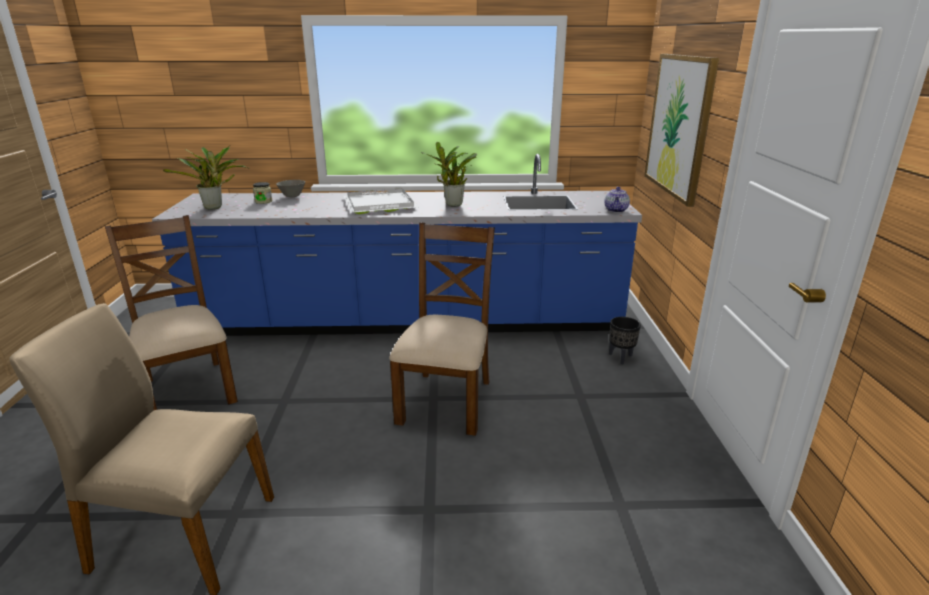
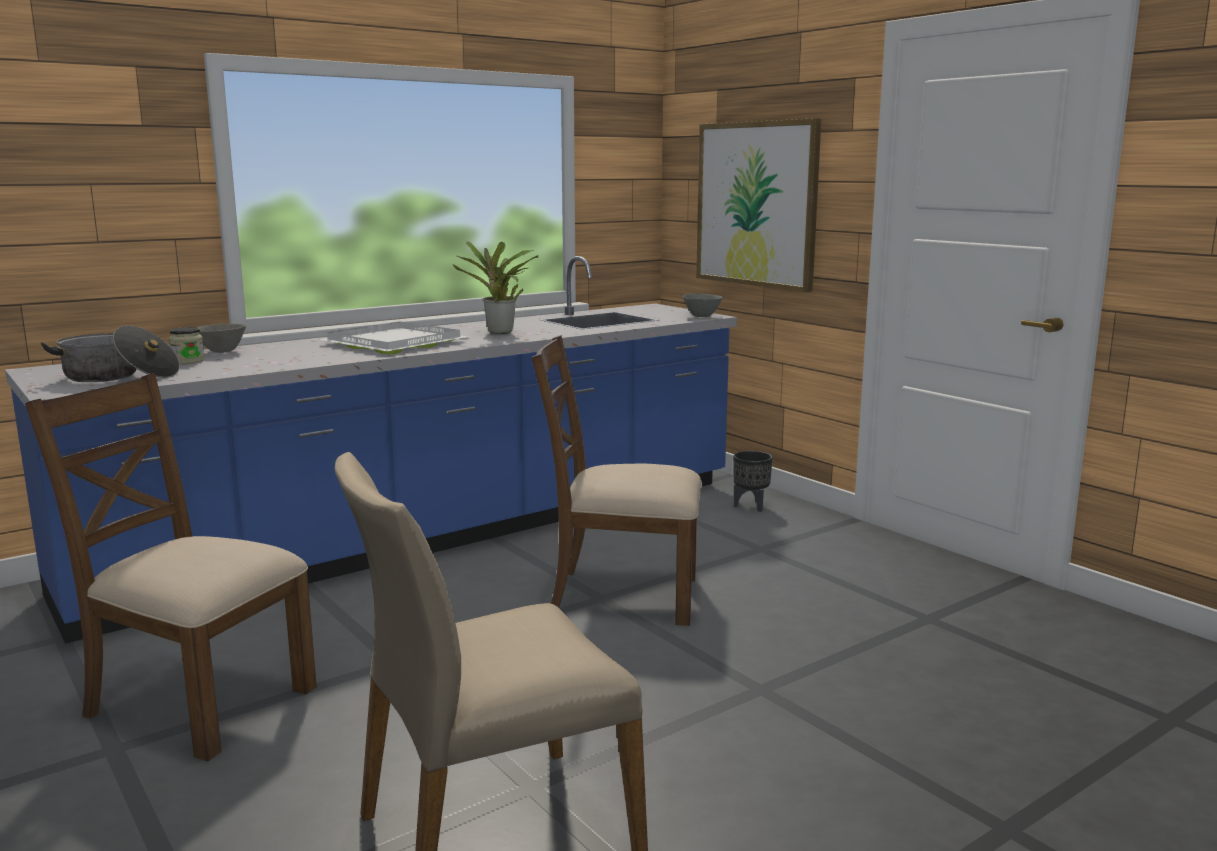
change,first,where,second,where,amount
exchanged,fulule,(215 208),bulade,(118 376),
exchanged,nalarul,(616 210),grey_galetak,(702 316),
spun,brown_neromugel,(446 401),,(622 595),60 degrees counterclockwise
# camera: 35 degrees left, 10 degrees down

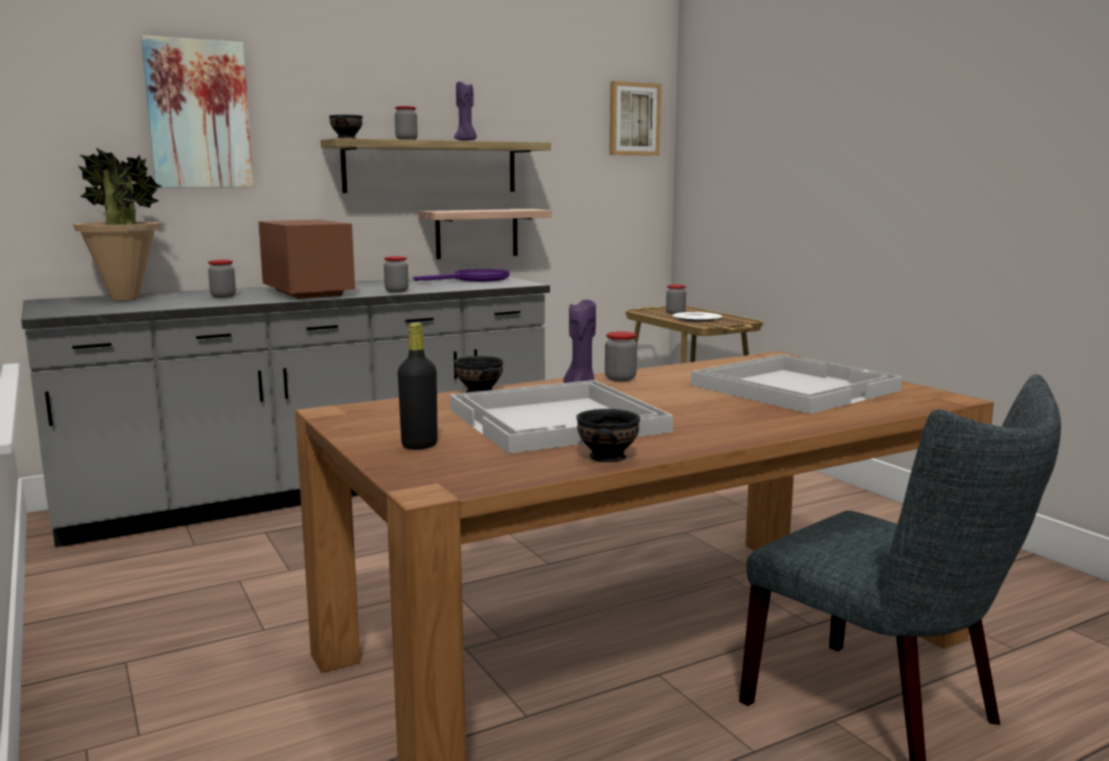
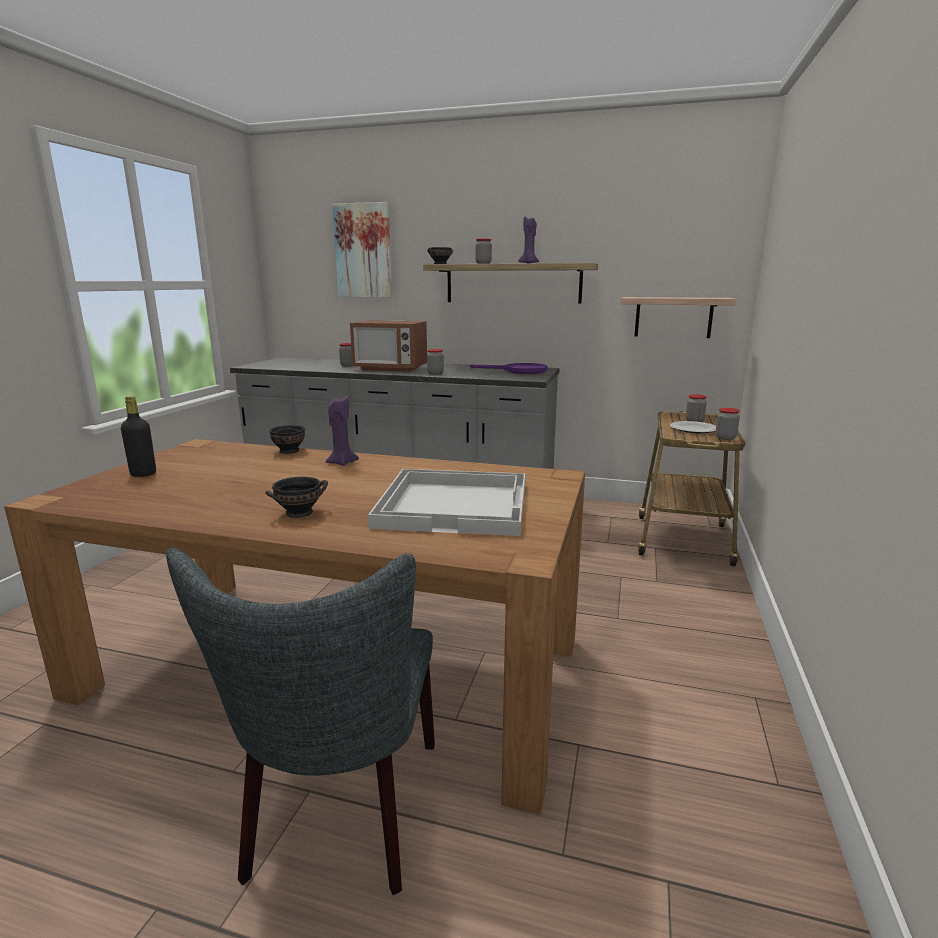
change,first,where,second,where,amount
missing,fulule,(126 298),,,
missing,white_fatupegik,(558 420),,,
missing,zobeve,(633 119),,,
relocated,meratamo,(477 233),,(673 317),
relocated,black_galetak,(608 457),,(300 513),
relocated,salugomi,(620 378),,(725 438),
spun,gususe,(308 293),,(390 369),90 degrees clockwise
# camera: 45 degrees right, 5 degrees up

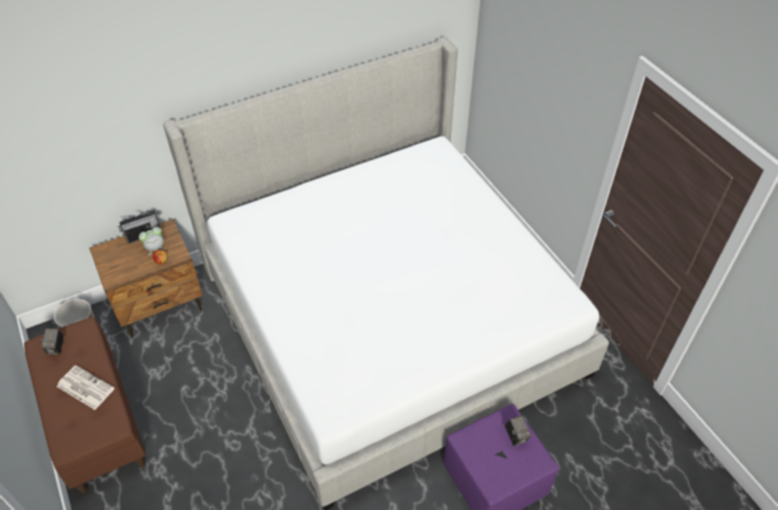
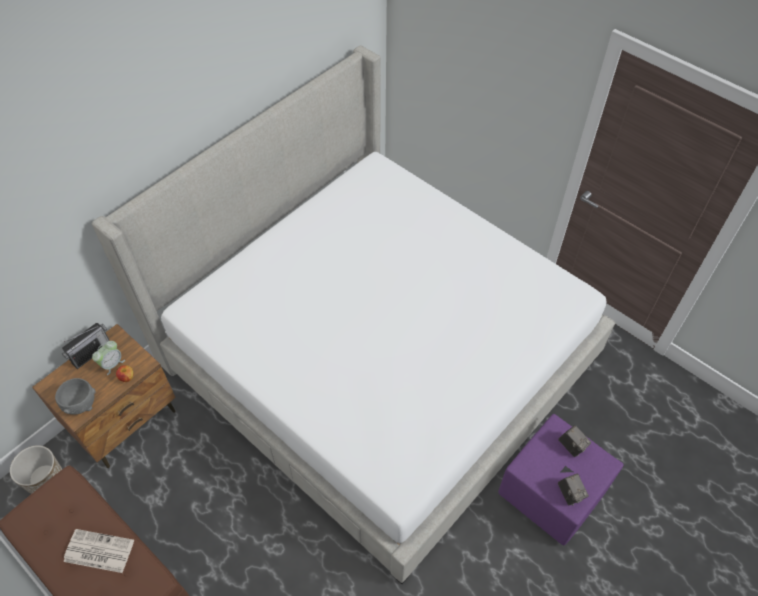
change,first,where,second,where,amount
appeared,,,grey_galetak,(81 405),
relocated,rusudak,(56 347),,(570 494),
# camera: 20 degrees left, 5 degrees up

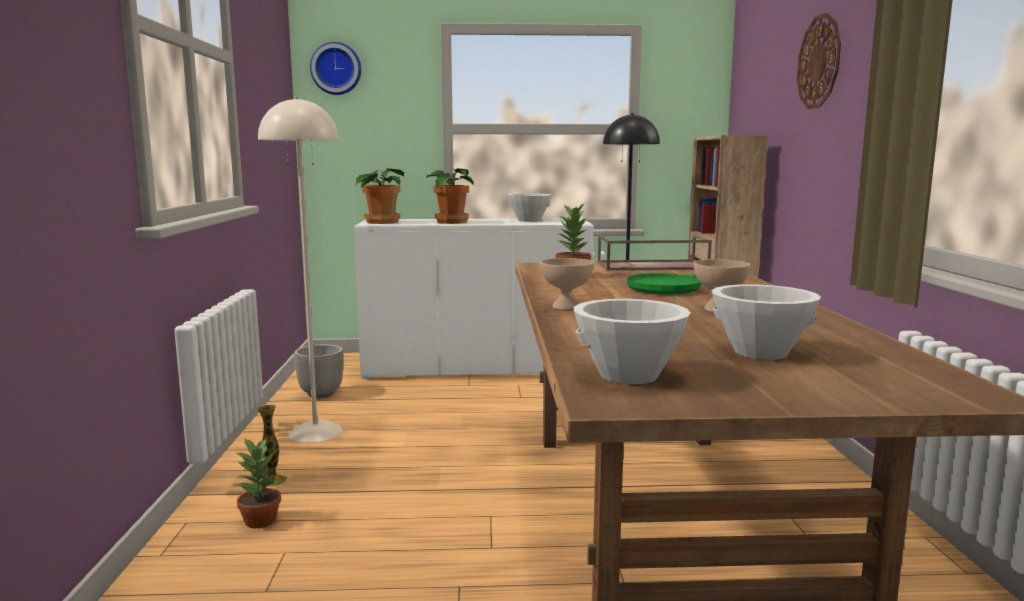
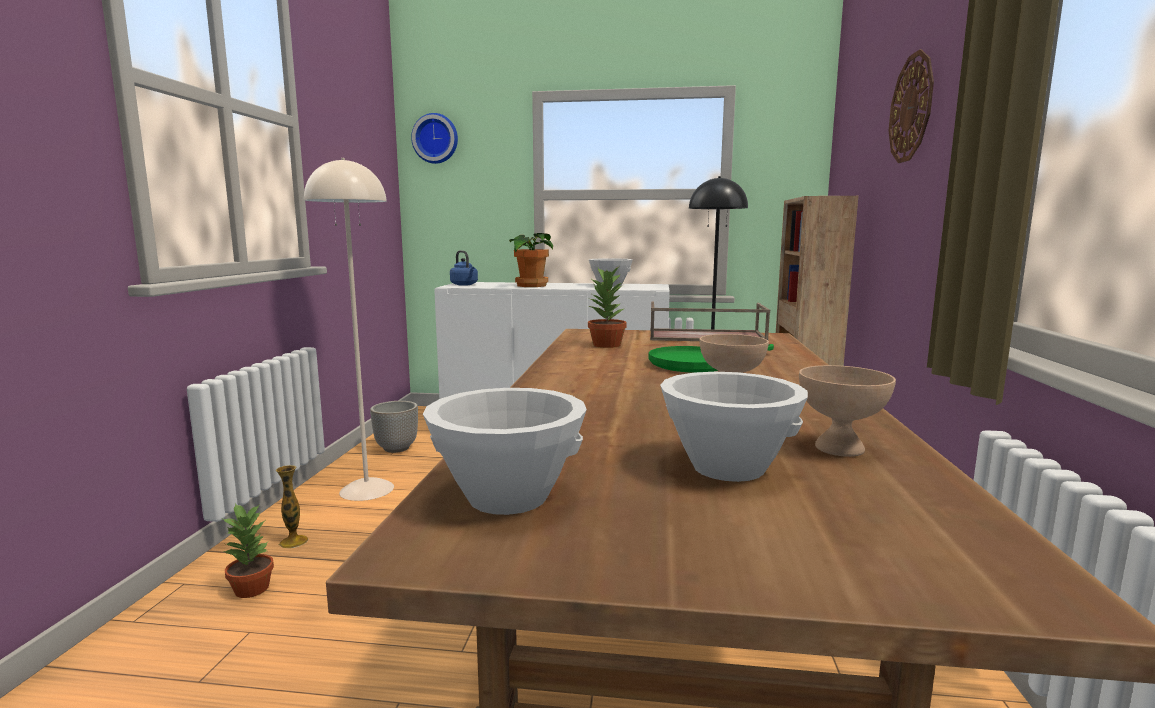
change,first,where,second,where,amount
relocated,beige_galetak,(566 307),,(839 448),
exchanged,fulule,(381 222),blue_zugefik,(465 285),
# camera: 10 degrees right, 0 degrees up

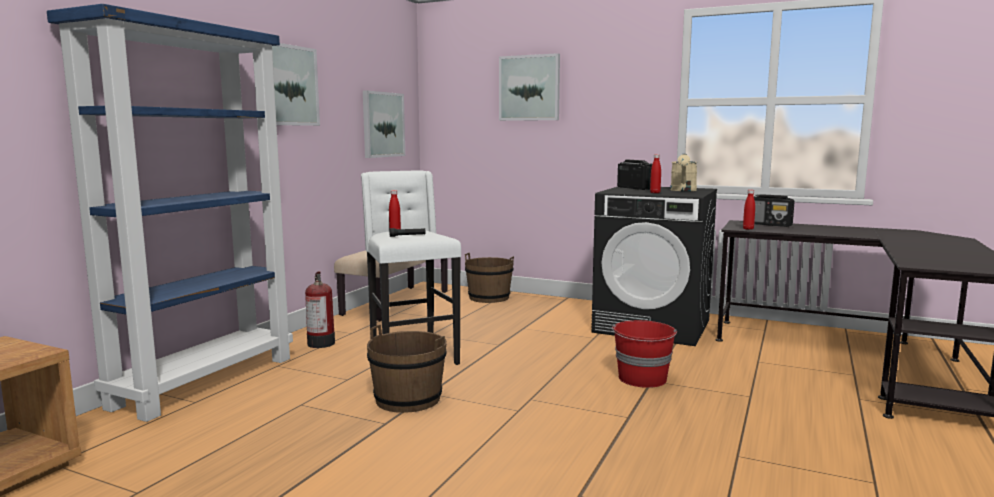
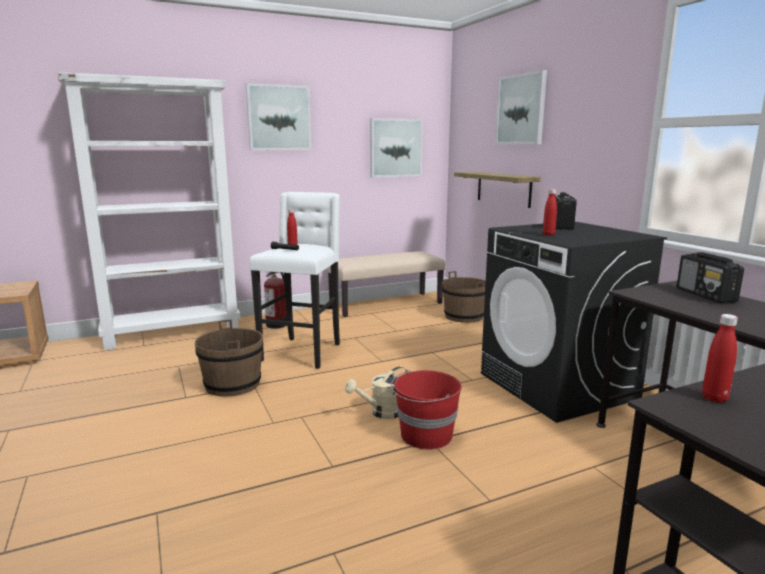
change,first,where,second,where,amount
appeared,,,meratamo,(503 189),
relocated,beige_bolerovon,(683 190),,(382 413),
relocated,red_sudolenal,(748 229),,(714 398),
colour,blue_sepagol,(205 381),white_sepagol,(174 333),
# camera: 40 degrees right, 5 degrees up

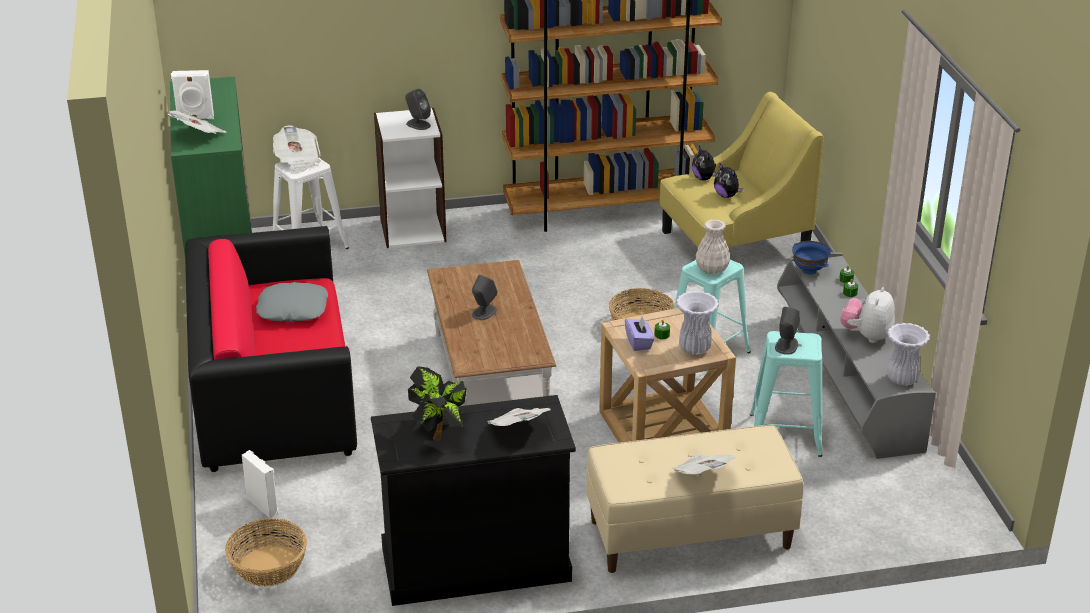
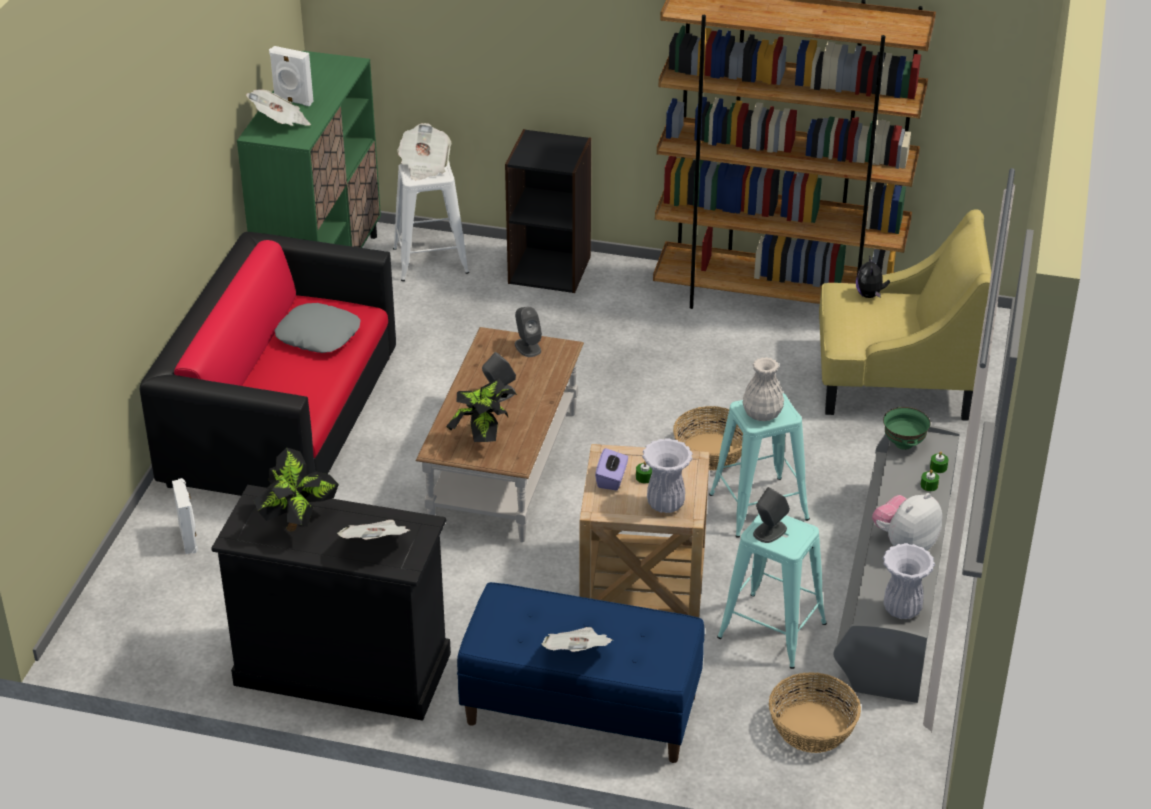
change,first,where,second,where,amount
missing,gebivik,(726 195),,,
appeared,,,fulule,(483 438),
relocated,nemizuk,(268 566),,(811 728),
relocated,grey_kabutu,(418 124),,(527 347),
colour,white_sepagol,(413 230),black_sepagol,(550 269),
colour,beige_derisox,(689 535),blue_derisox,(580 710),
colour,blue_galetak,(808 270),green_galetak,(903 444),
# camera: 25 degrees right, 5 degrees up

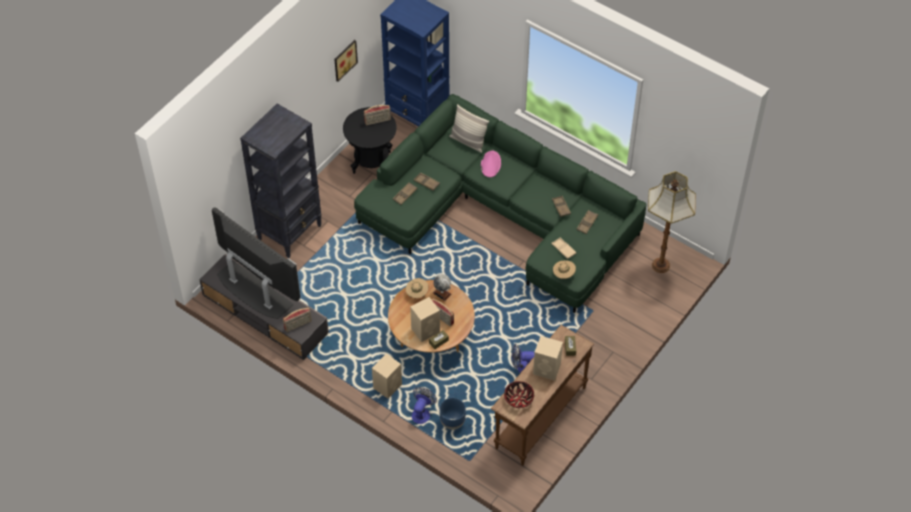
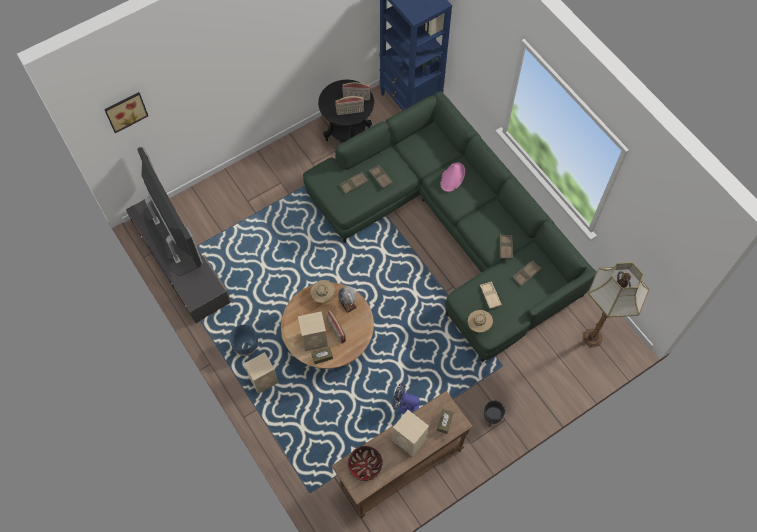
change,first,where,second,where,amount
missing,black_sepagol,(290 232),,,
missing,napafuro,(422 412),,,
missing,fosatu,(468 141),,,
appeared,,,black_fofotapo,(491 418),
relocated,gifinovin,(298 325),,(350 112),
relocated,zobeve,(344 59),,(125 110),
relocated,blue_fofotapo,(452 422),,(246 346),
# camera: 20 degrees right, 10 degrees up

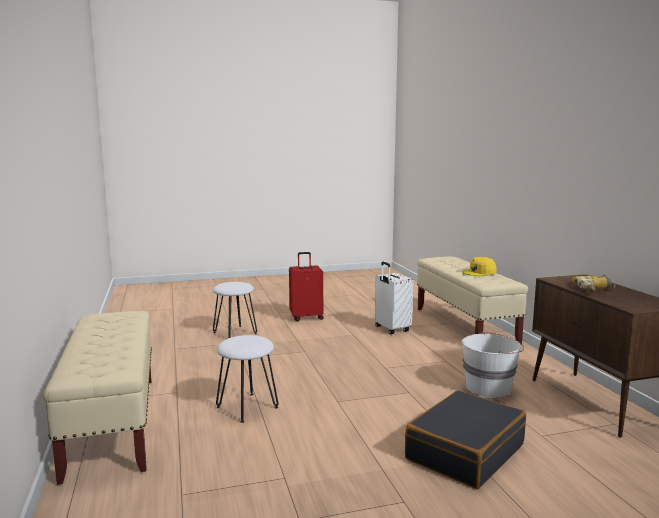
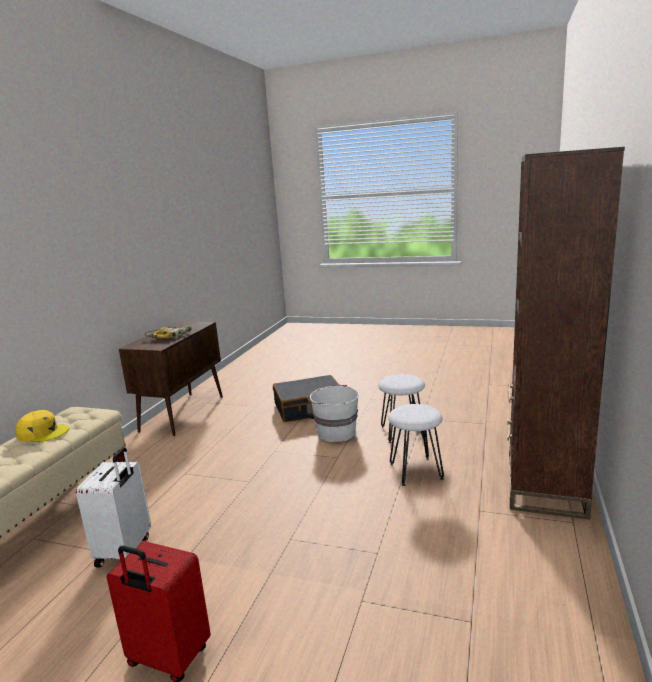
change,first,where,second,where,amount
relocated,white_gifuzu,(235 333),,(402 432),
relocated,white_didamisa,(489 388),,(335 433),
exchanged,beige_derisox,(112 424),brown_sepagol,(544 485),
# camera: 145 degrees left, 5 degrees up

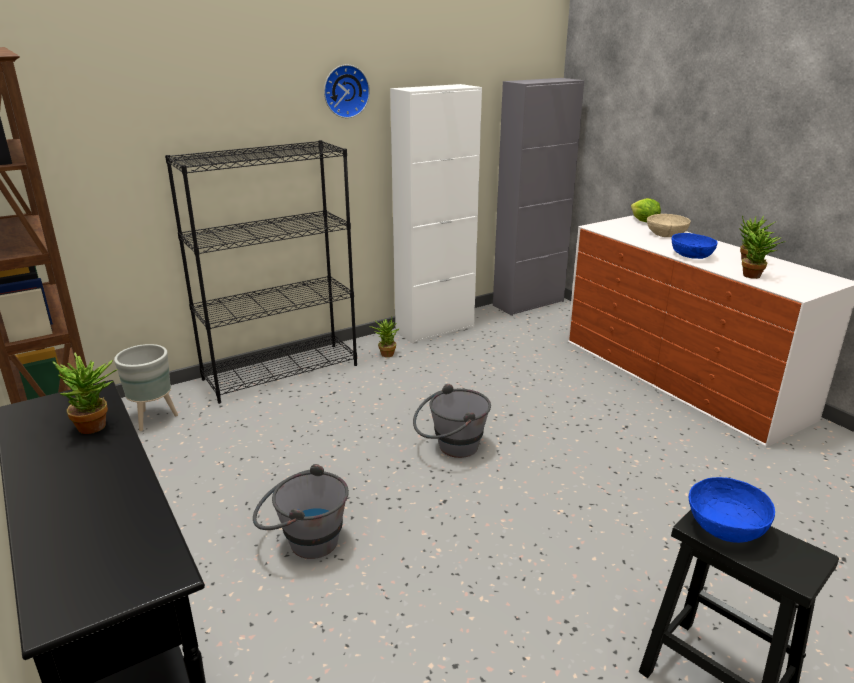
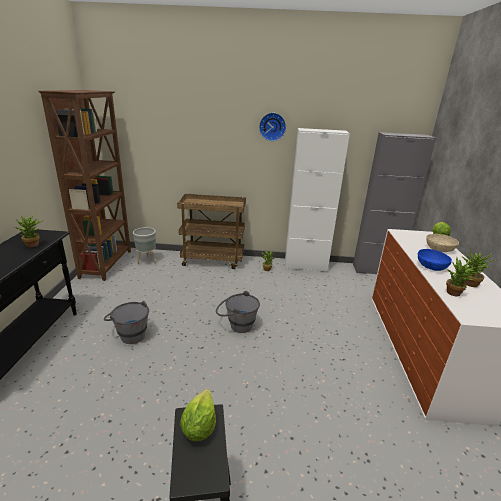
change,first,where,second,where,amount
exchanged,black_sepagol,(281 372),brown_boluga,(213 260),
exchanged,blue_galetak,(725 526),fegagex,(199 426),
# camera: 35 degrees right, 0 degrees up

